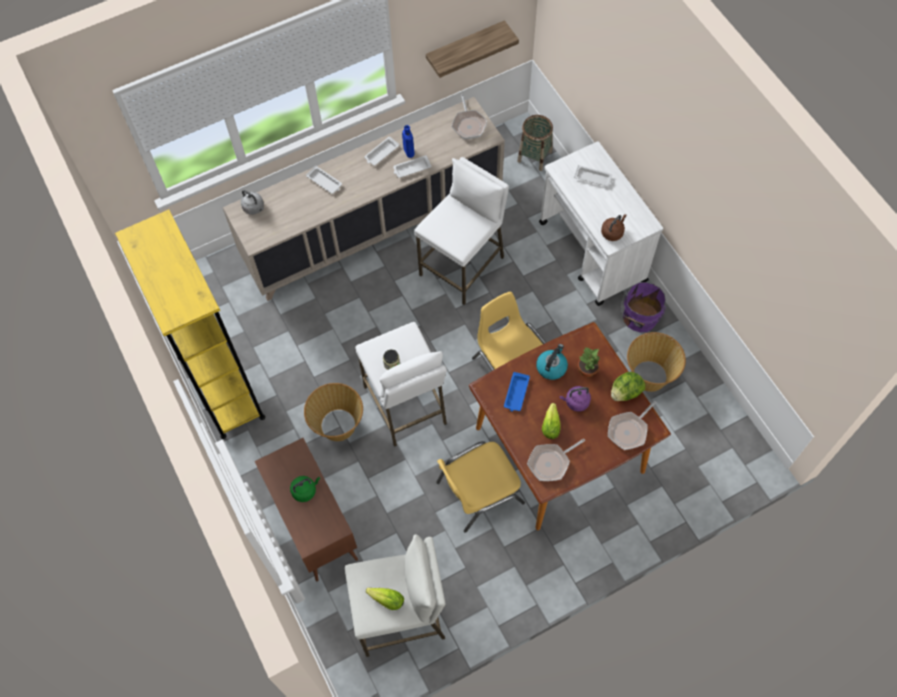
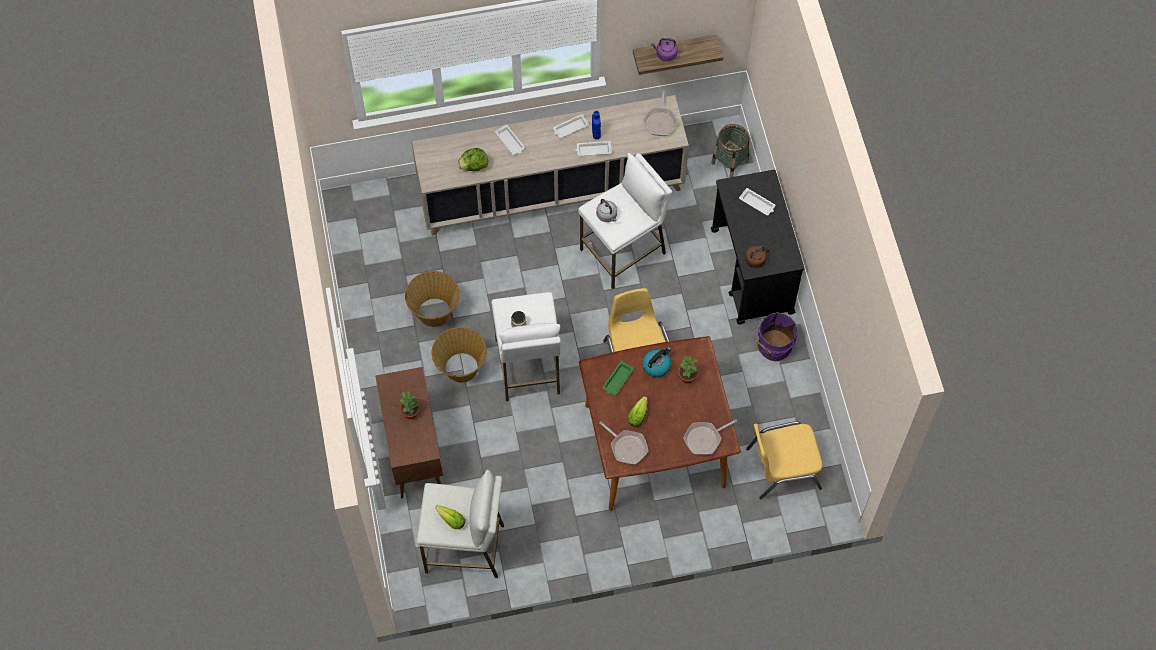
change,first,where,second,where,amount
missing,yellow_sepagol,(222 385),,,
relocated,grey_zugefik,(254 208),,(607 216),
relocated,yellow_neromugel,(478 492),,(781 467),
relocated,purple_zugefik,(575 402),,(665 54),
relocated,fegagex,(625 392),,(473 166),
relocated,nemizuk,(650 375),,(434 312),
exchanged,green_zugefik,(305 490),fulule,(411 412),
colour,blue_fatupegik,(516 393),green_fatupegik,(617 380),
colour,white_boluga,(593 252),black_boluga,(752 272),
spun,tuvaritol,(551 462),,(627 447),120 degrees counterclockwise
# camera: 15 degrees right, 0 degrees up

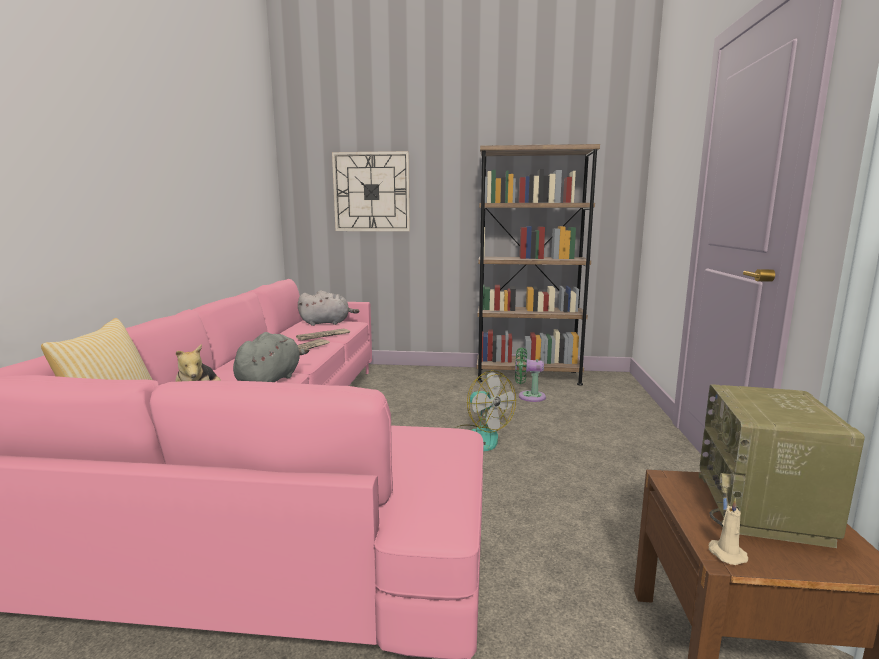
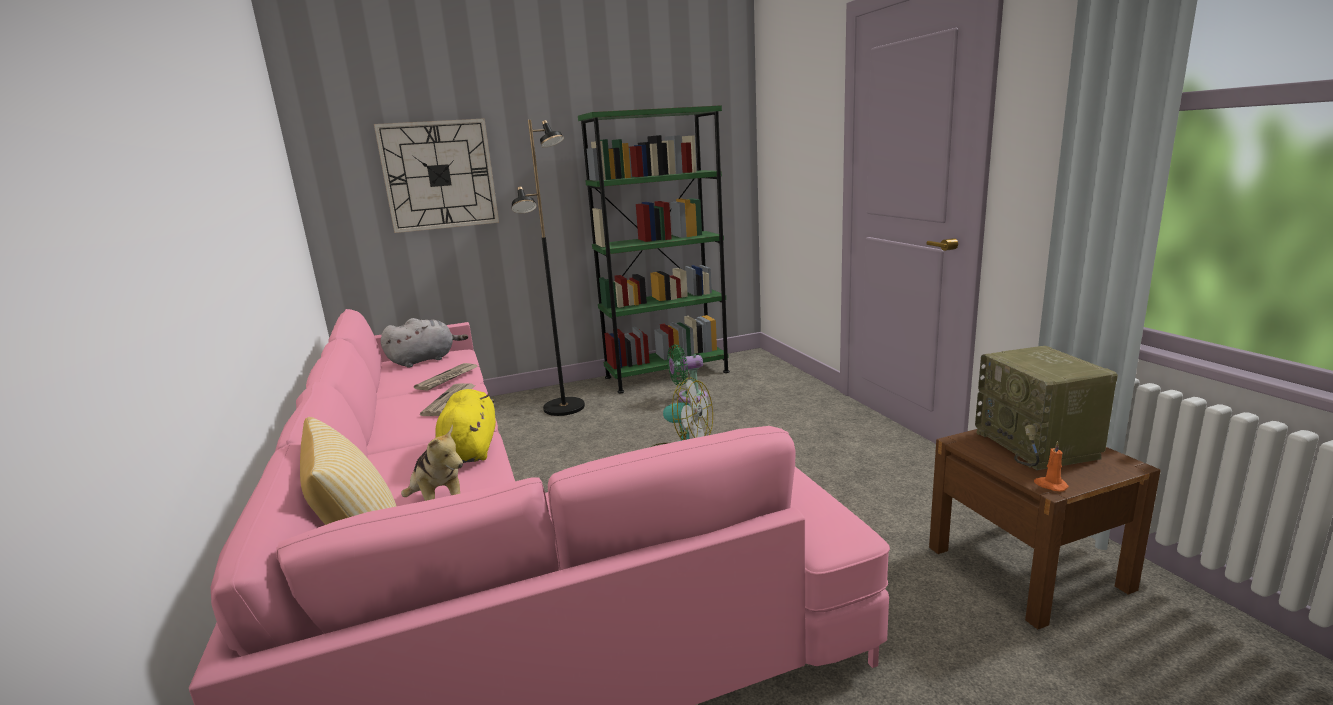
change,first,where,second,where,amount
appeared,,,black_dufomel,(565 407),
colour,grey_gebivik,(270 380),yellow_gebivik,(470 449),
colour,brown_sepagol,(527 376),green_sepagol,(667 374),
colour,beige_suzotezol,(725 553),orange_suzotezol,(1050 485),
# camera: 25 degrees left, 5 degrees up

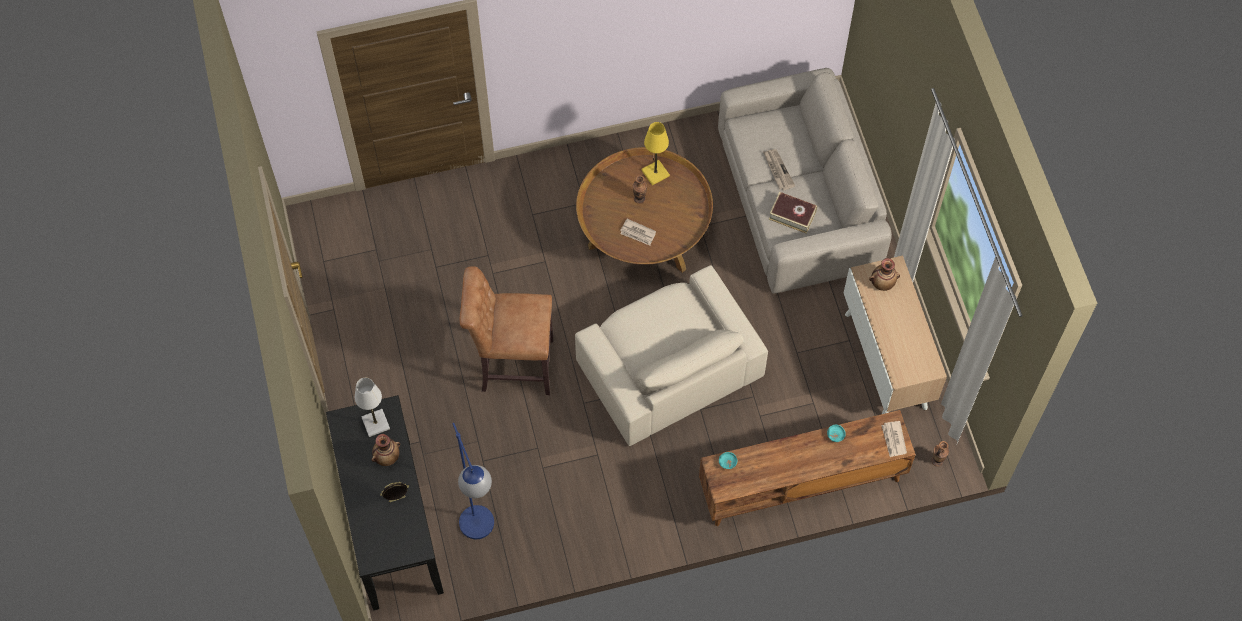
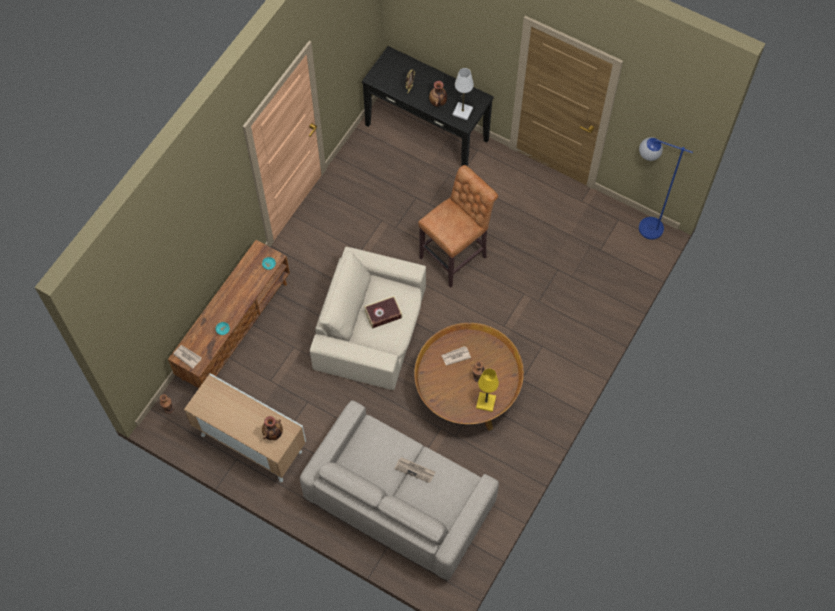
change,first,where,second,where,amount
relocated,blue_dufomel,(481 534),,(642 225),
relocated,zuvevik,(792 215),,(383 314),
# camera: 135 degrees right, 0 degrees up

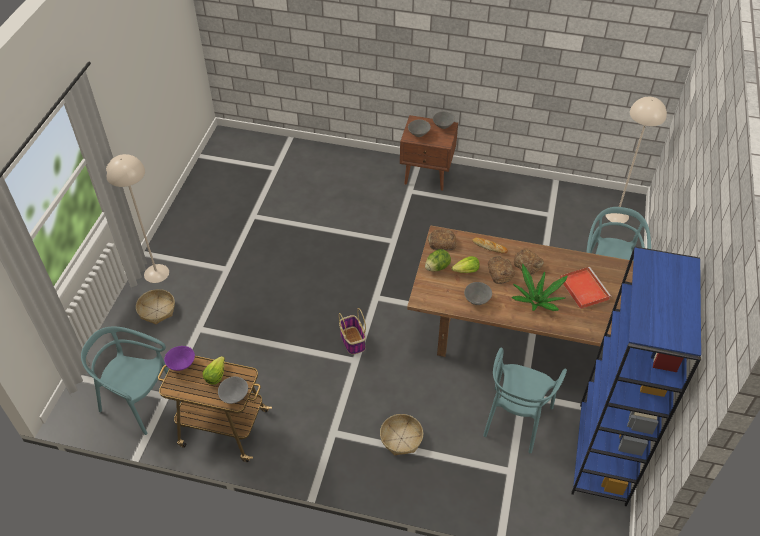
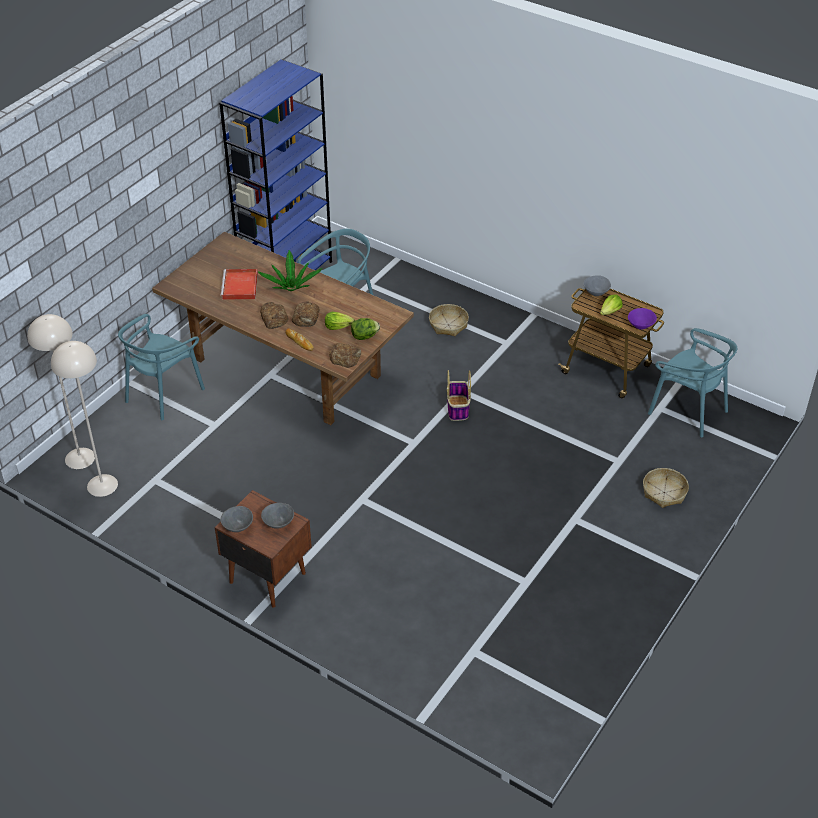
change,first,where,second,where,amount
missing,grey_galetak,(476 300),,,
relocated,beige_dufomel,(156 273),,(102 485),
# camera: 160 degrees left, 5 degrees down

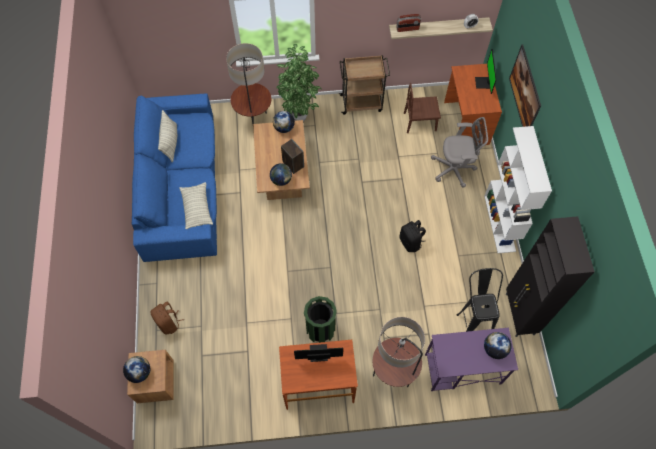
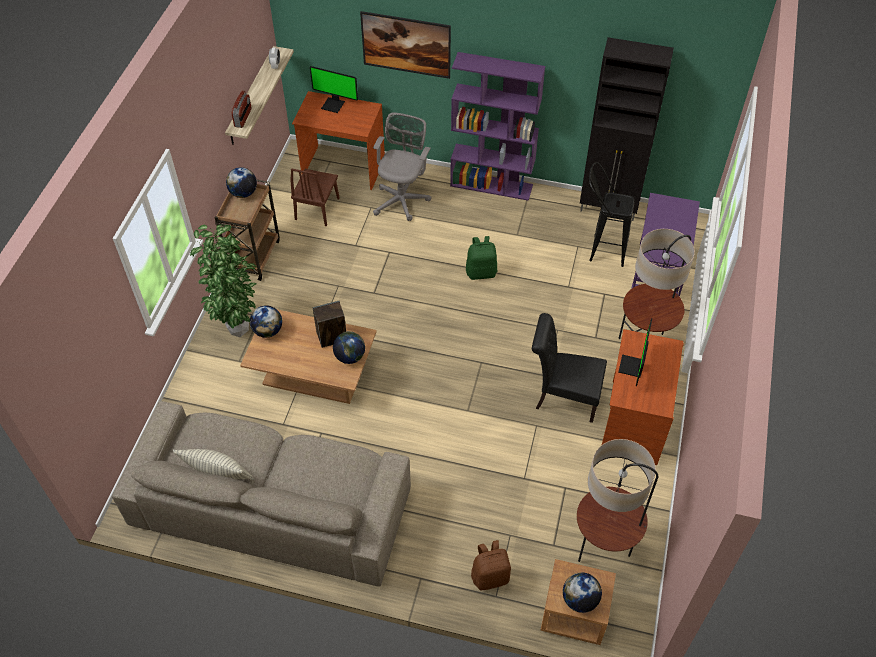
change,first,where,second,where,amount
missing,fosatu,(197 209),,,
relocated,dufomel,(255 123),,(602 548),
relocated,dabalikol,(494 349),,(243 193),
exchanged,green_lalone,(320 329),black_neromugel,(562 398),
colour,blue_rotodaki,(182 185),beige_rotodaki,(272 505),
colour,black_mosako,(411 242),green_mosako,(481 272),
colour,white_sepagol,(500 223),purple_sepagol,(492 185),
# camera: 70 degrees left, 10 degrees down

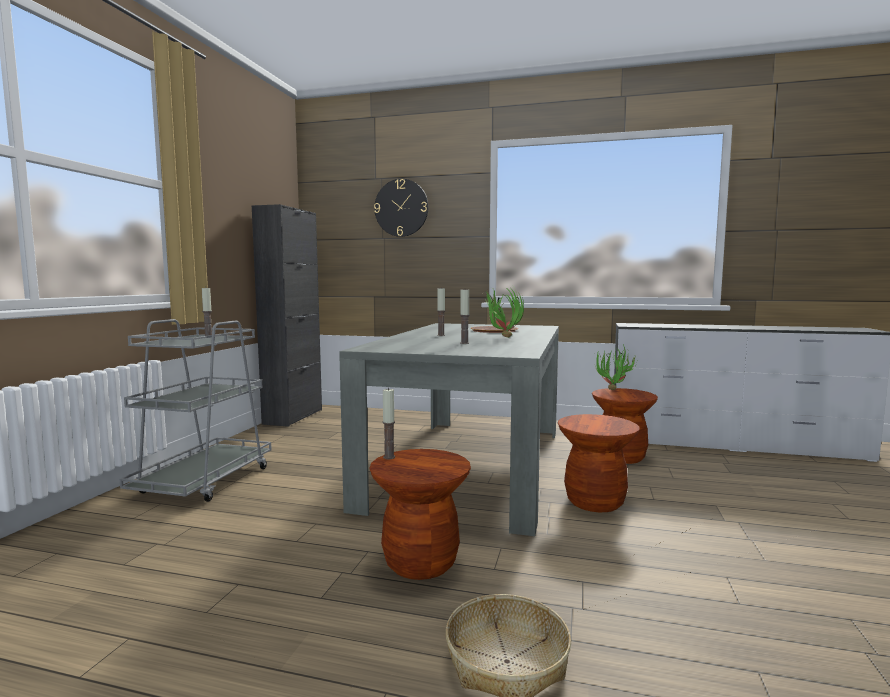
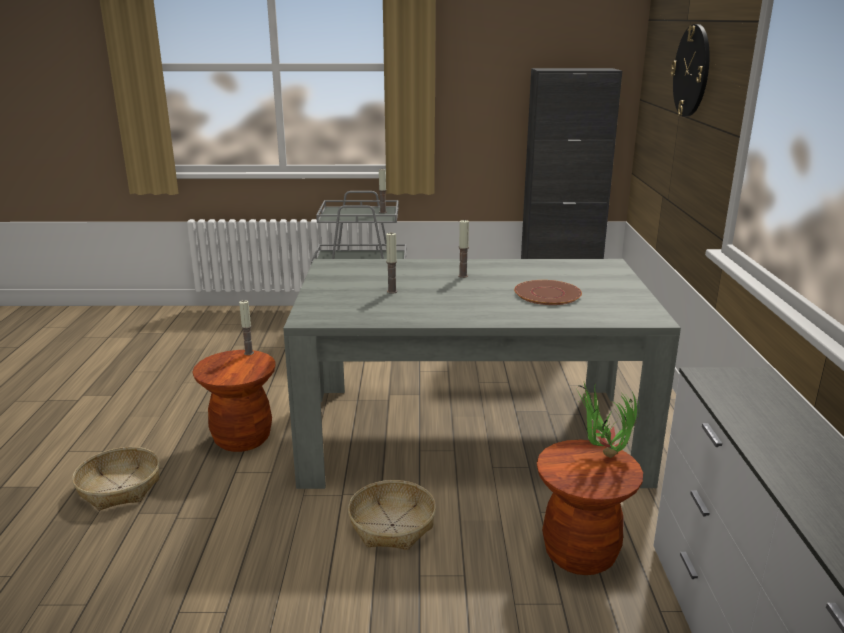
change,first,where,second,where,amount
missing,fulule,(501 338),,,
exchanged,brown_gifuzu,(594 502),nemizuk,(392 525),
# camera: 75 degrees right, 15 degrees up

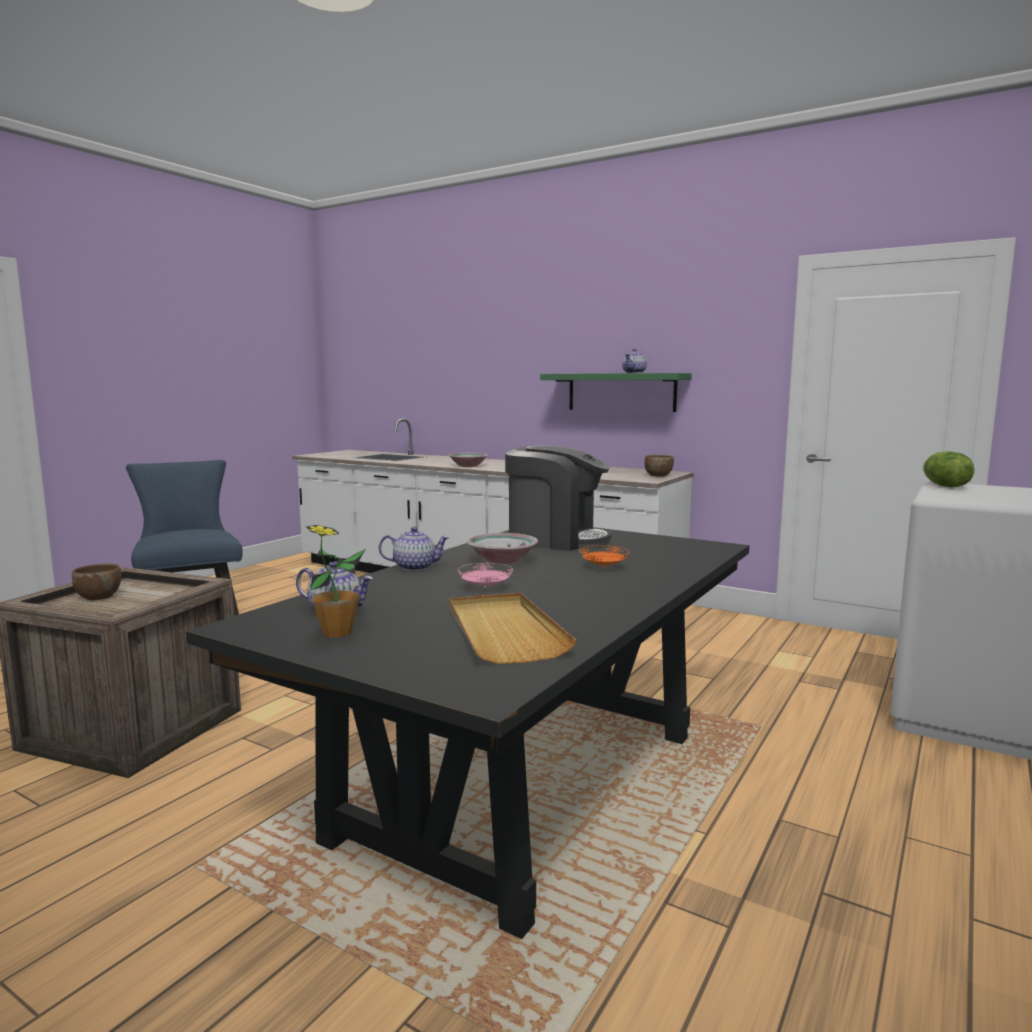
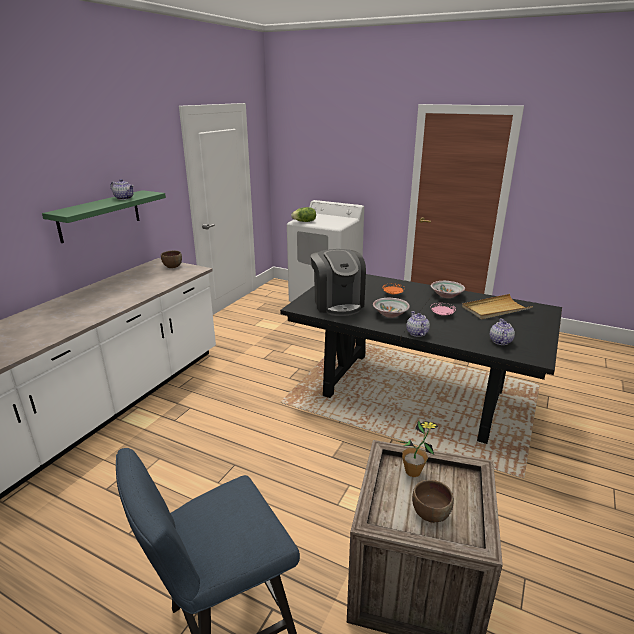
change,first,where,second,where,amount
relocated,fulule,(337 633),,(413 471),
relocated,galetak,(467 466),,(446 295),
spun,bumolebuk,(555 539),,(337 304),150 degrees clockwise
# camera: 95 degrees left, 15 degrees up

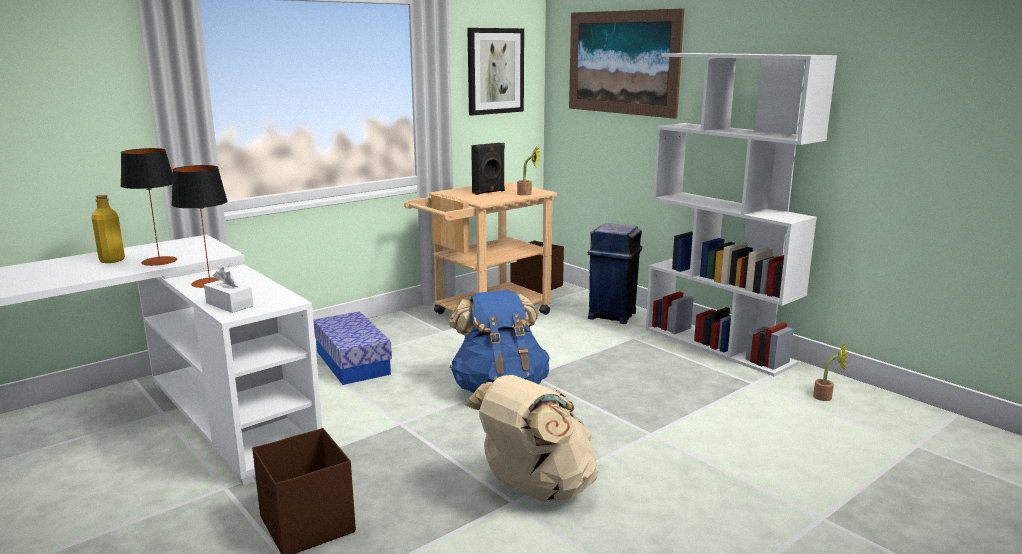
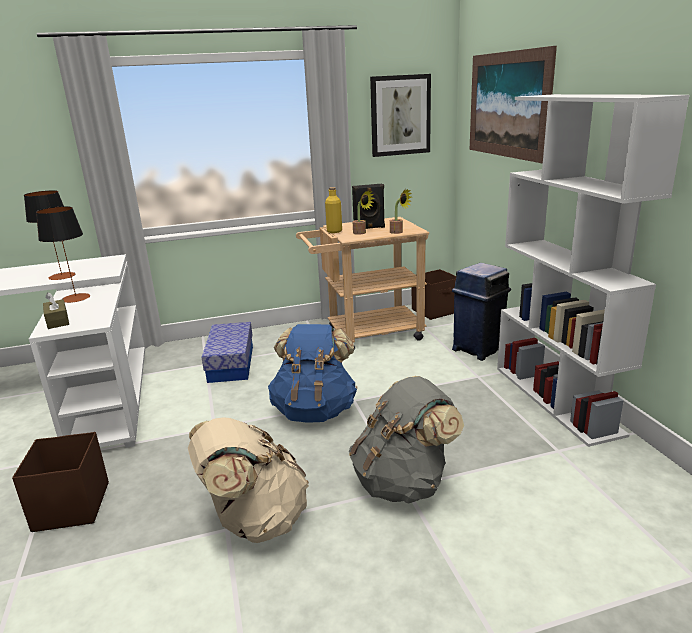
change,first,where,second,where,amount
appeared,,,grey_mosako,(403 482),
relocated,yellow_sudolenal,(112 260),,(334 231),
relocated,fulule,(826 397),,(361 233),
colour,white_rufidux,(229 304),brown_rufidux,(57 321),
# camera: 25 degrees right, 5 degrees up

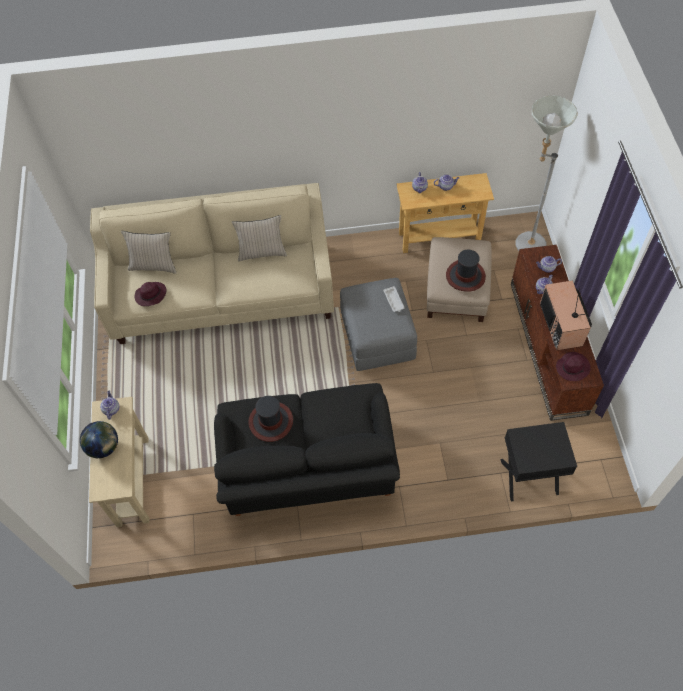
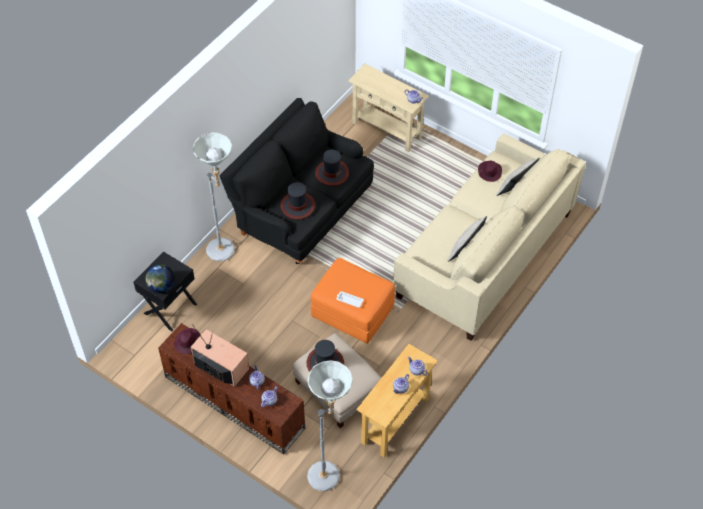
change,first,where,second,where,amount
appeared,,,grey_dufomel,(225 253),
appeared,,,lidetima,(297 206),
relocated,dabalikol,(104 447),,(161 287),
colour,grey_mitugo,(377 336),orange_mitugo,(353 312),
# camera: 130 degrees right, 5 degrees down

